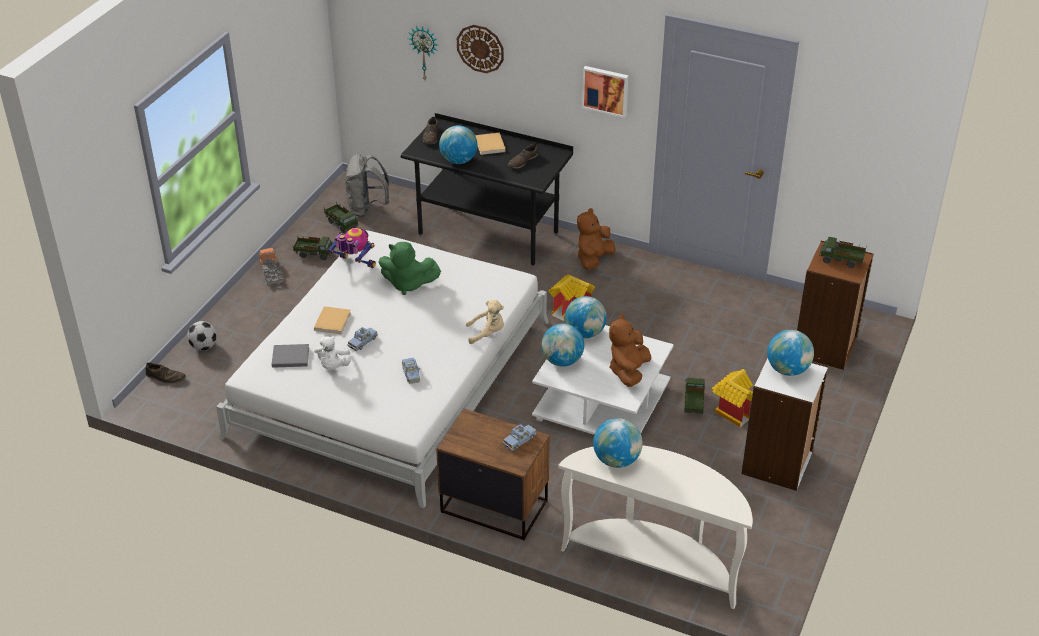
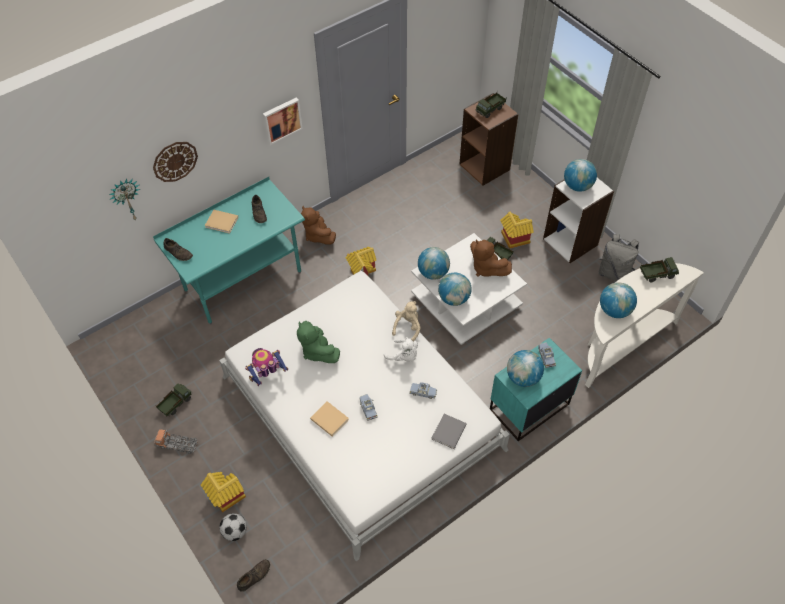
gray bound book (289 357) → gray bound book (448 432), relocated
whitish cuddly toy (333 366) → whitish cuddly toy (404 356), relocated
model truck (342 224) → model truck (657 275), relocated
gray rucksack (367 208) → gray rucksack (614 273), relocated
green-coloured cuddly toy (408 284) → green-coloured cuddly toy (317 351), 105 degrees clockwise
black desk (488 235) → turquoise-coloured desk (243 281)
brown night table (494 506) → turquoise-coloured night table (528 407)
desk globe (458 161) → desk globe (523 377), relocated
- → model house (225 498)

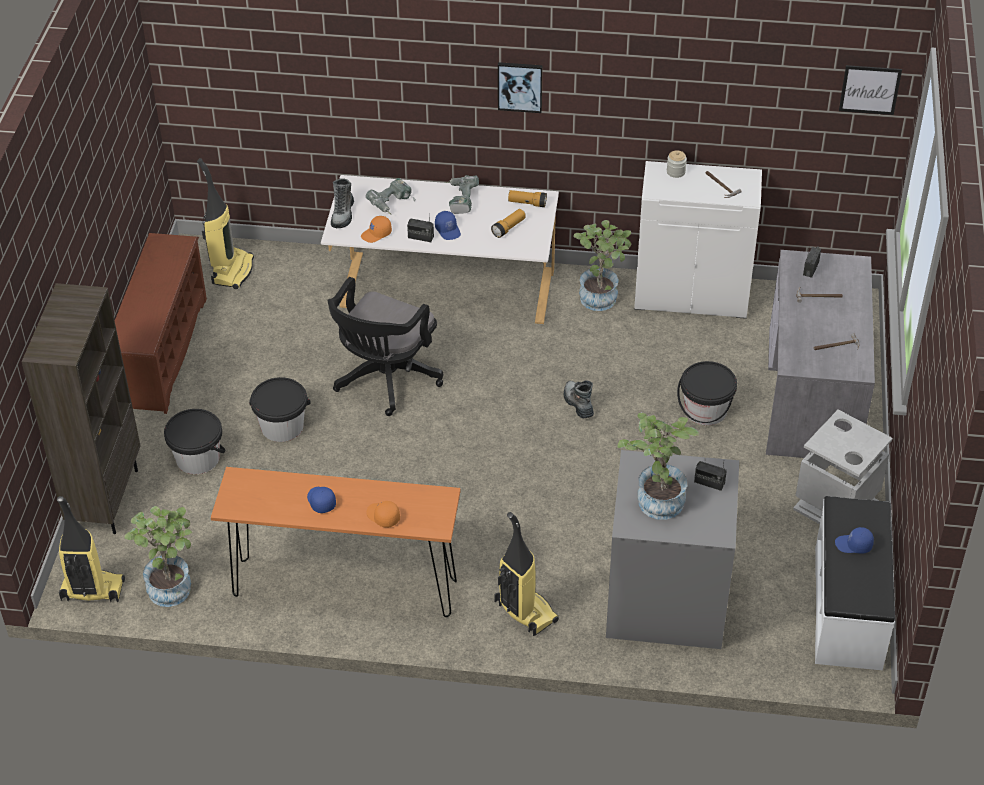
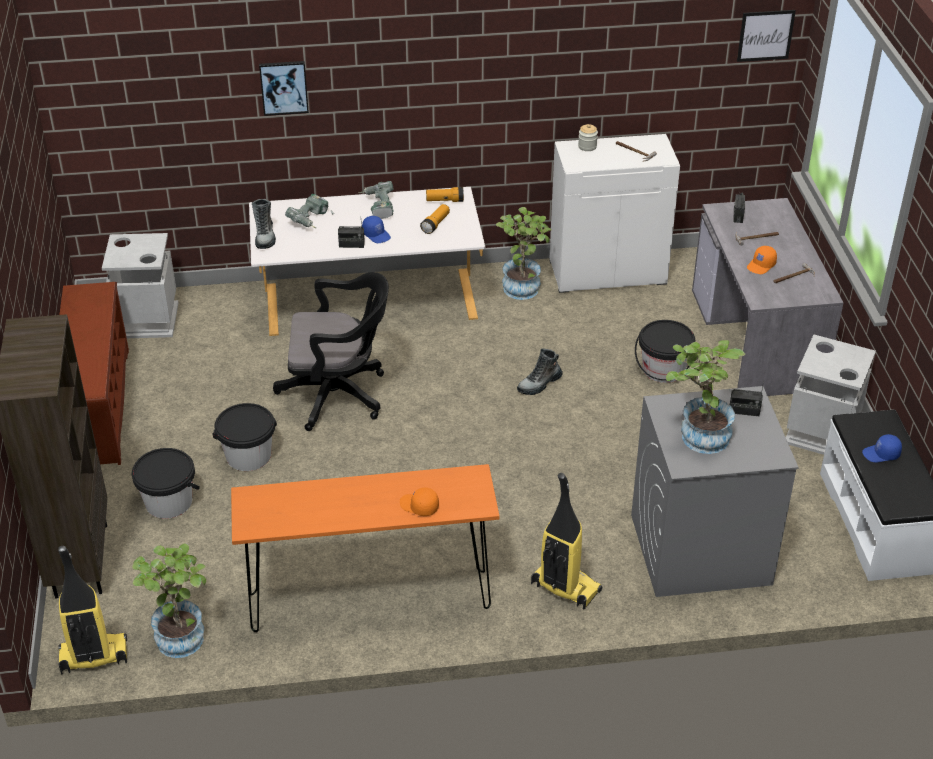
vacuum (232 270) → gray rubbish bin (147 320)
bluish baseball cap (320 501) → -
black desk chair (384 380) → black desk chair (339 395), 105 degrees counterclockwise
orangey baseball cap (376 234) → orangey baseball cap (761 265), relocated
wall art (520 86) → wall art (284 87), relocated
boot (578 404) → boot (539 384), 90 degrees counterclockwise

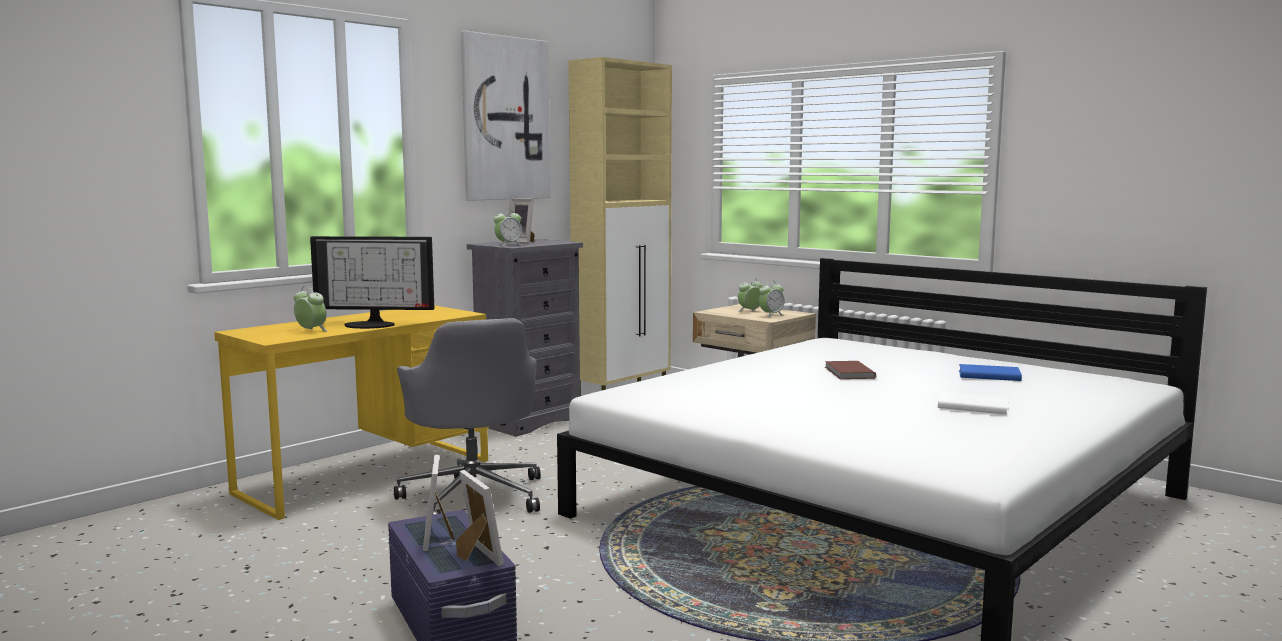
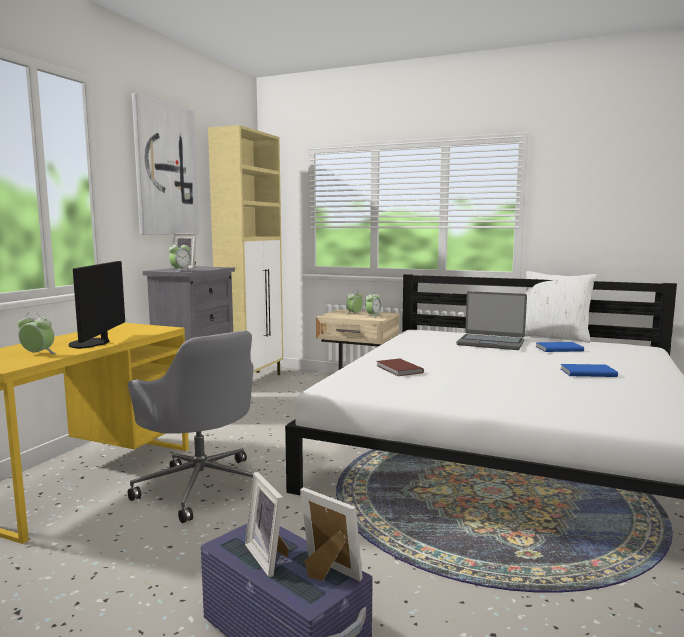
computer display (372 324) → computer display (92 343), 105 degrees clockwise
brown bound book (848 373) → brown bound book (398 369), relocated
whitish bound book (972 406) → bluish bound book (586 372)
- → laptop (491 343)
- → whitish cushion (554 337)

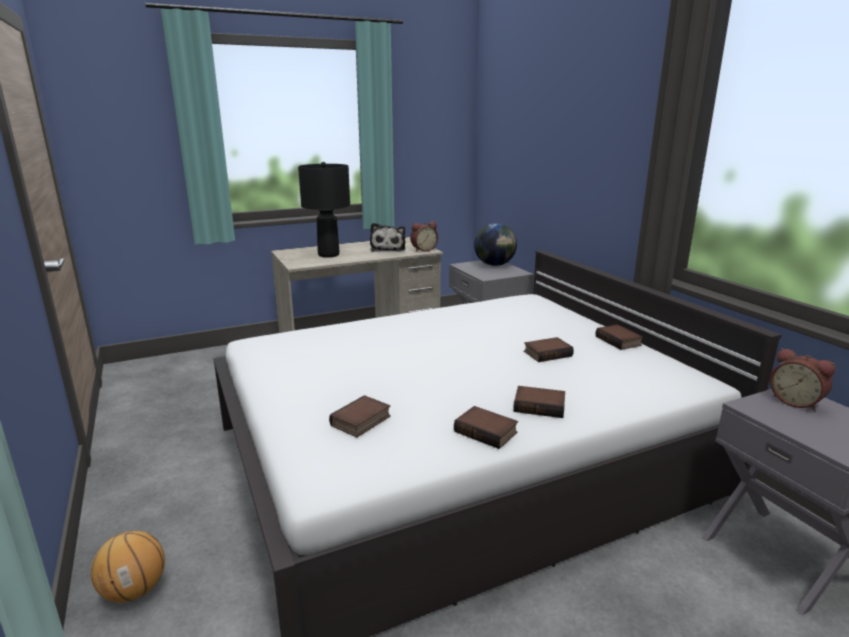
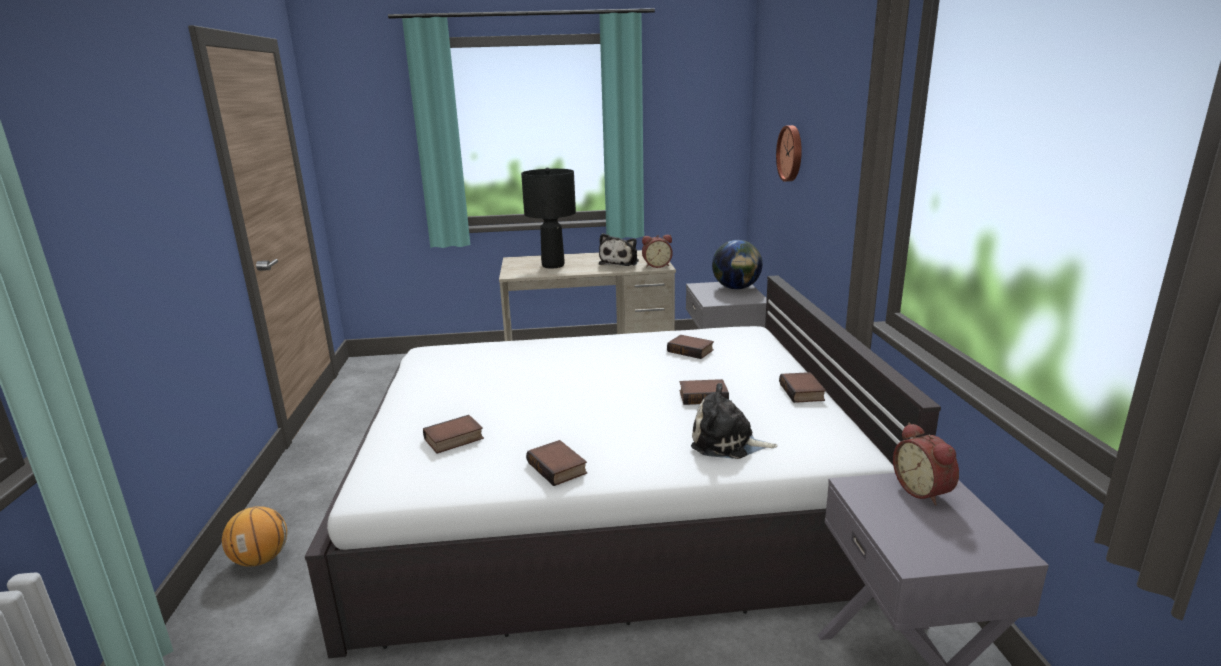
bound book (540 406) → bound book (691 350), relocated
- → cuddly toy (727 443)
- → clock on the wall (791 153)

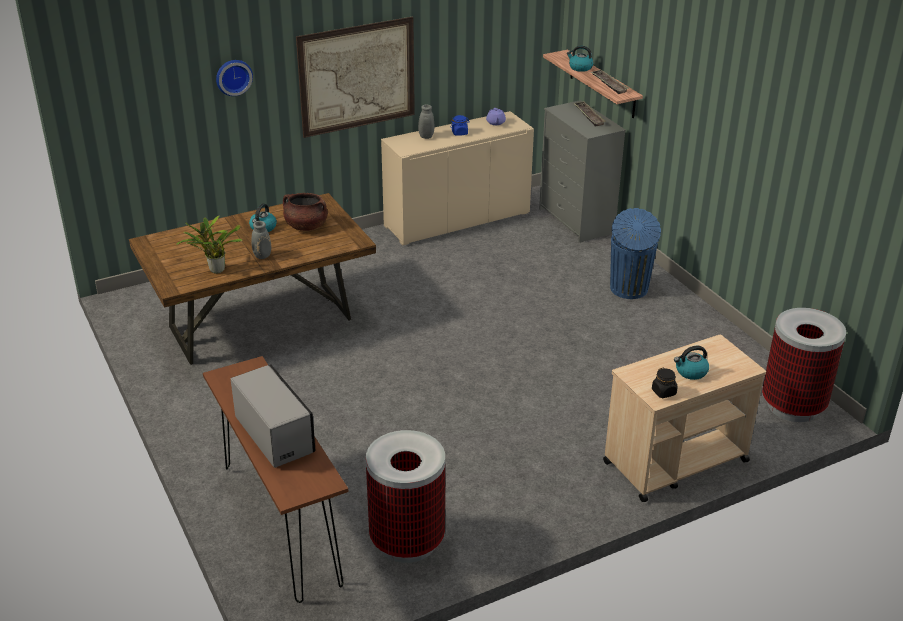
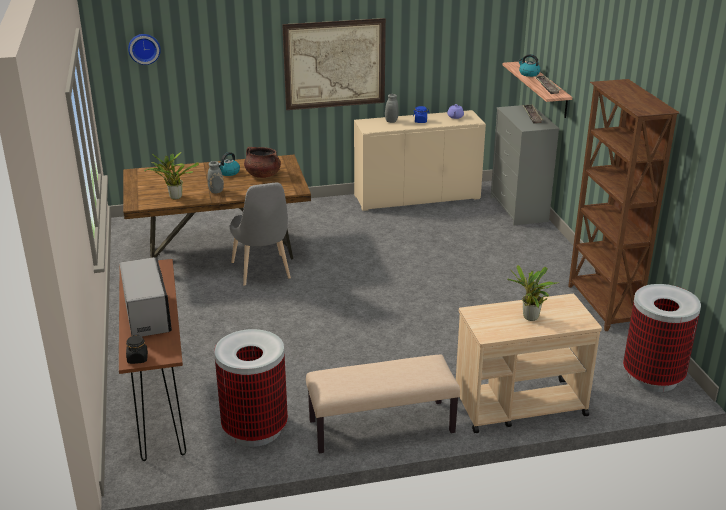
clock on the wall (233 76) → clock on the wall (144 48), relocated
bluish rubbish bin (629 289) → -
black preserve jar (664 392) → black preserve jar (137 359), relocated
water kettle (690 372) → houseplant (530 319)
- → gray upright chair (262 272)
- → beige-coloured bench (381 427)
- → brown bookcase (602 306)

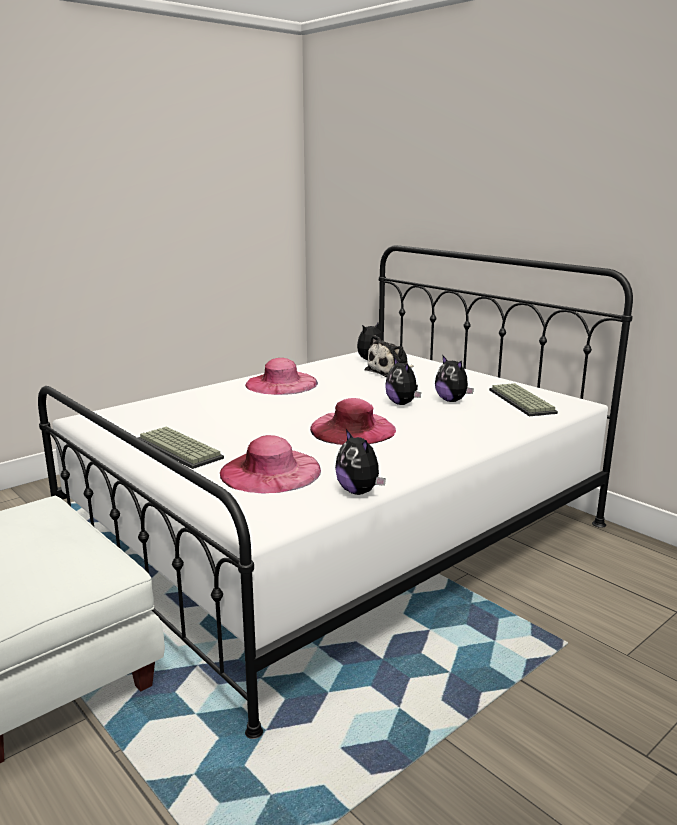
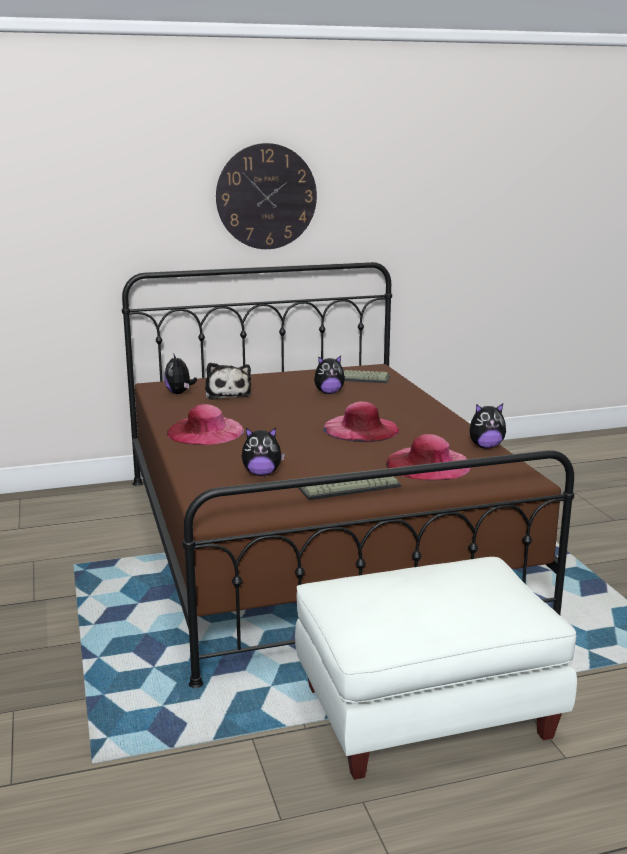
whitish bedroom bed (338 534) → brown bedroom bed (313 542)
cuddly toy (402 403) → cuddly toy (262 473), relocated
- → clock on the wall (266 197)

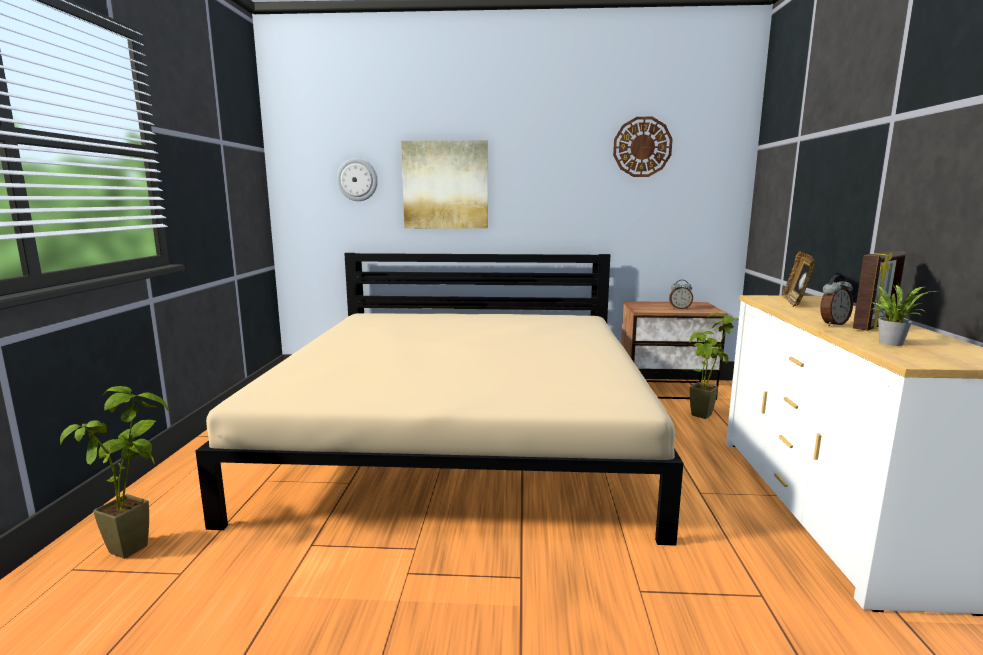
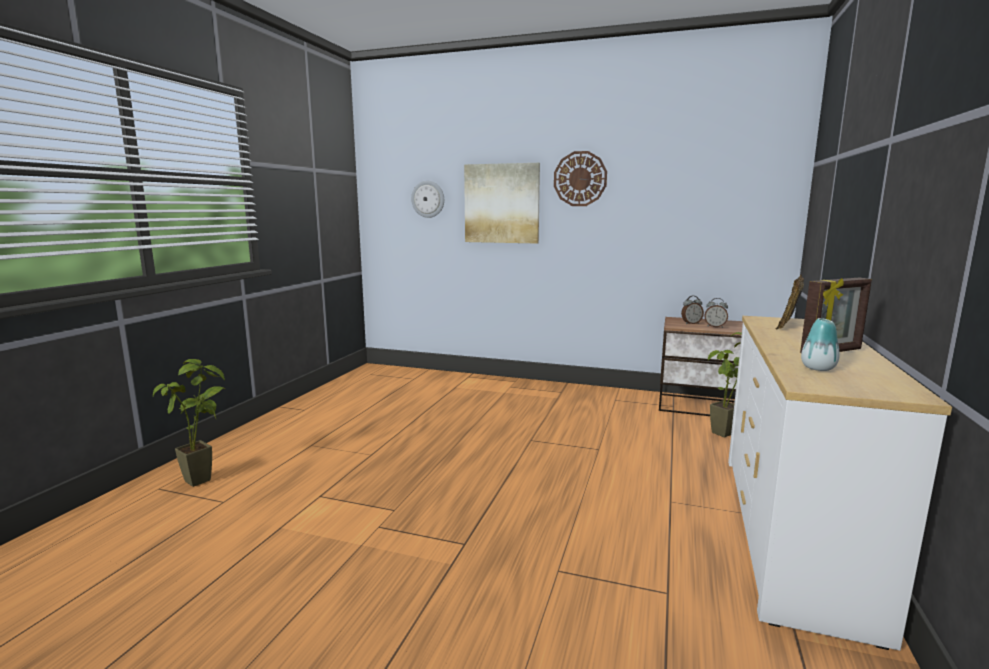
beige-coloured bedroom bed (463 433) → -
clock on the wall (642 147) → clock on the wall (580 179), relocated
alarm clock (832 324) → alarm clock (691 323), relocated
houseplant (891 342) → vase (818 368)

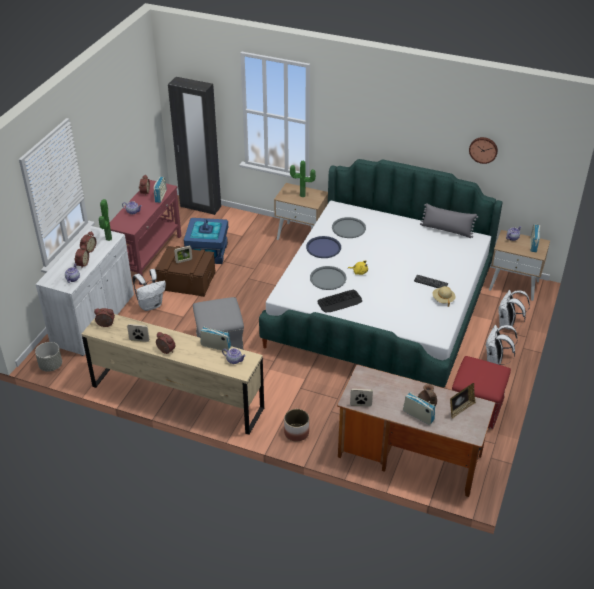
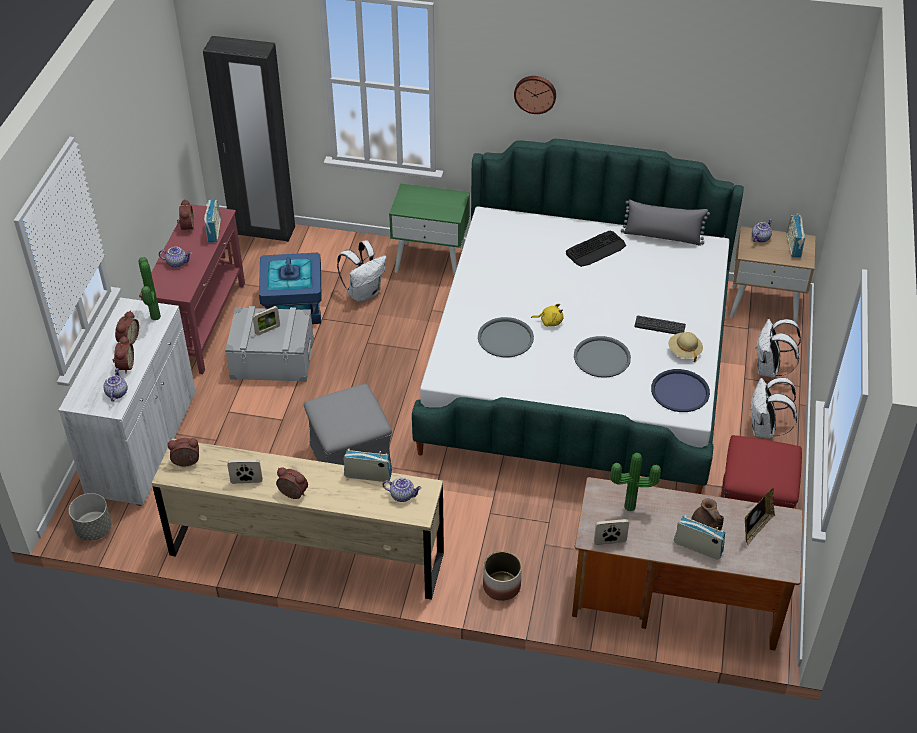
whitish rucksack (151 305) → whitish rucksack (364 293), relocated
brown storage container (186 280) → gray storage container (272 358)
beige-coloured night table (301 235) → green-coloured night table (431 261)
houseplant (302 196) → houseplant (630 508), relocated
bluish serving tray (323 248) → bluish serving tray (680 391), relocated
PC keyboard (340 301) → PC keyboard (596 249), relocated
gray serving tray (348 228) → gray serving tray (601 357), relocated
clock on the wall (483 149) → clock on the wall (535 93), relocated

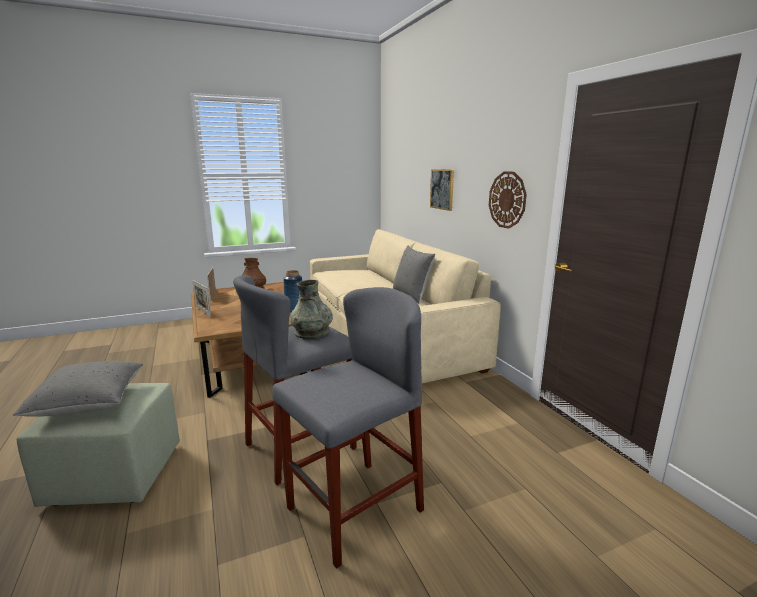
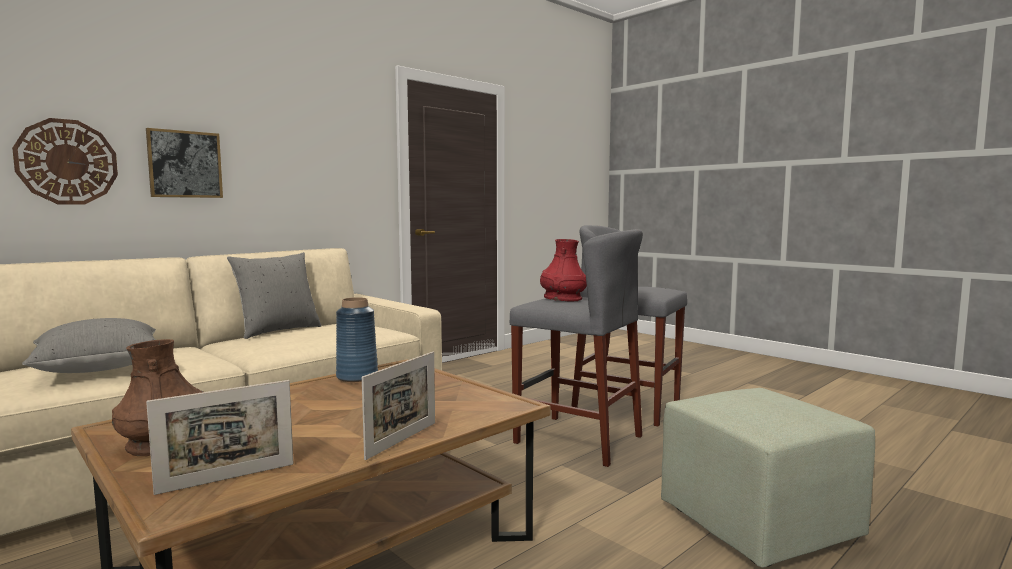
gray cushion (89 403) → gray cushion (99 368), relocated
gray vase (312 332) → red-coloured vase (563 298)
clock on the wall (507 200) → clock on the wall (67 162), relocated

